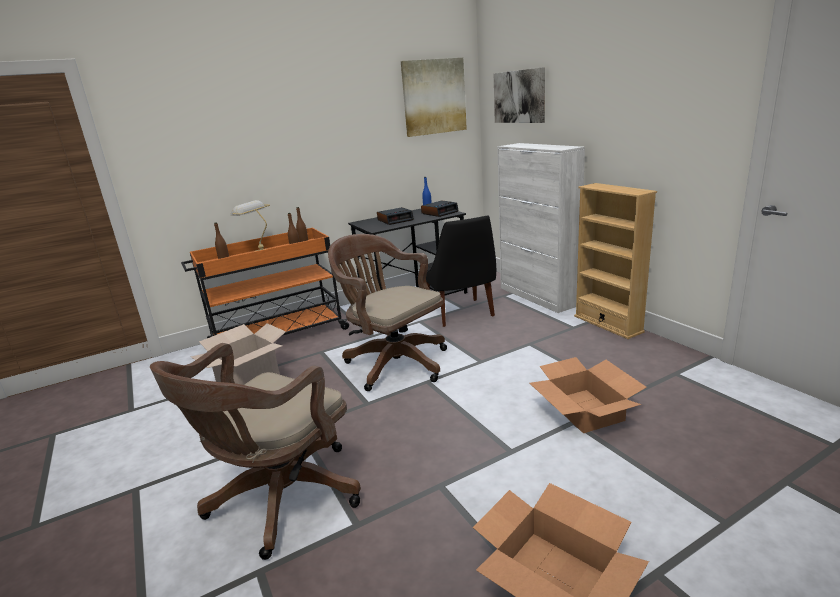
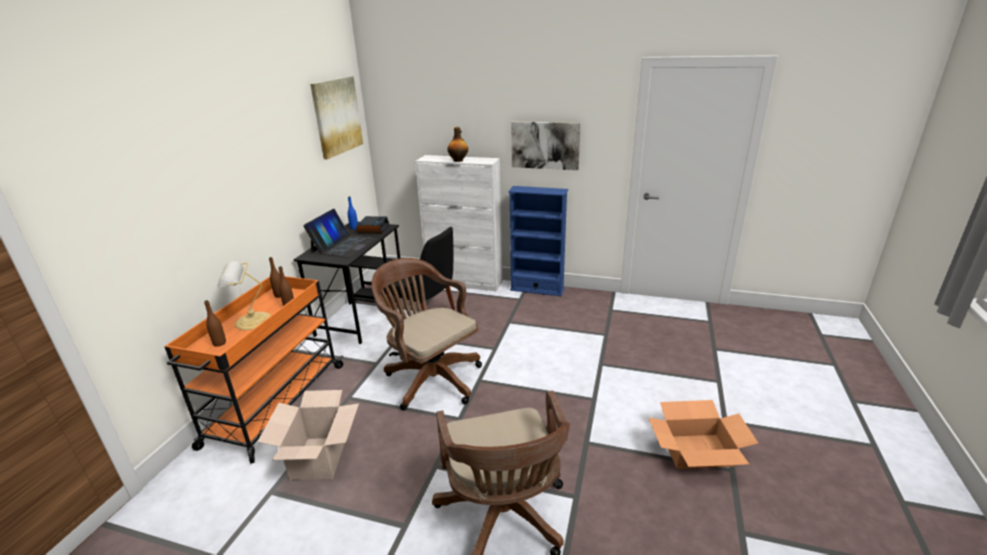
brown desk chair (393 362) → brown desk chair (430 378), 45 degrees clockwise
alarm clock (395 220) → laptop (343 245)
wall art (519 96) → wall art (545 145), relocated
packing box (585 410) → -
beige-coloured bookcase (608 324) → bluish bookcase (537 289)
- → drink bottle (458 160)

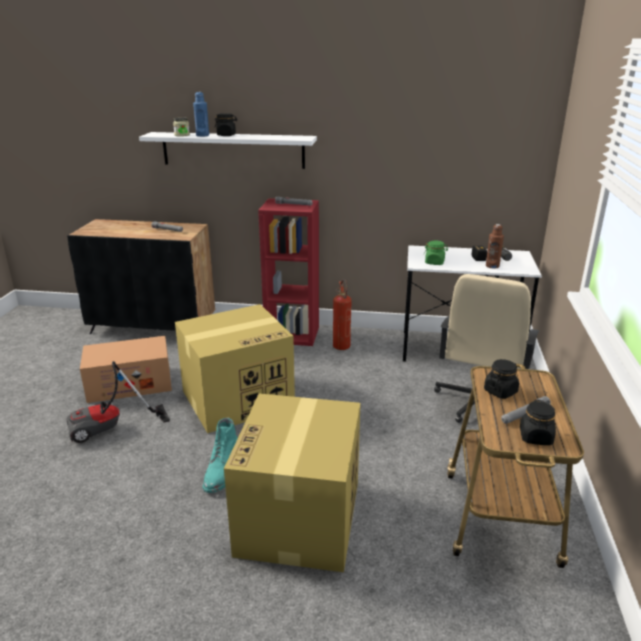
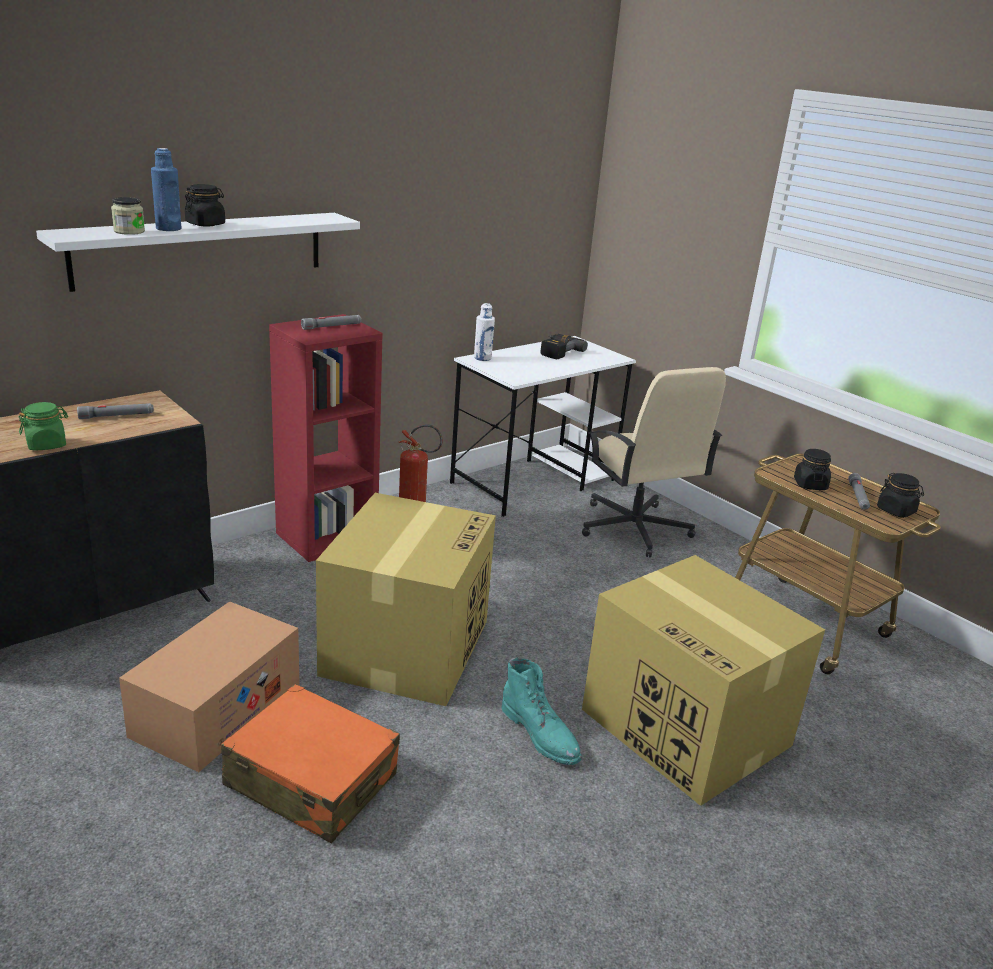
vacuum (110 429) → orangey piece of luggage (311 780)
green-coloured preserve jar (434 262) → green-coloured preserve jar (46 444), relocated
brown drink bottle (492 266) → -
- → whitish drink bottle (482 358)

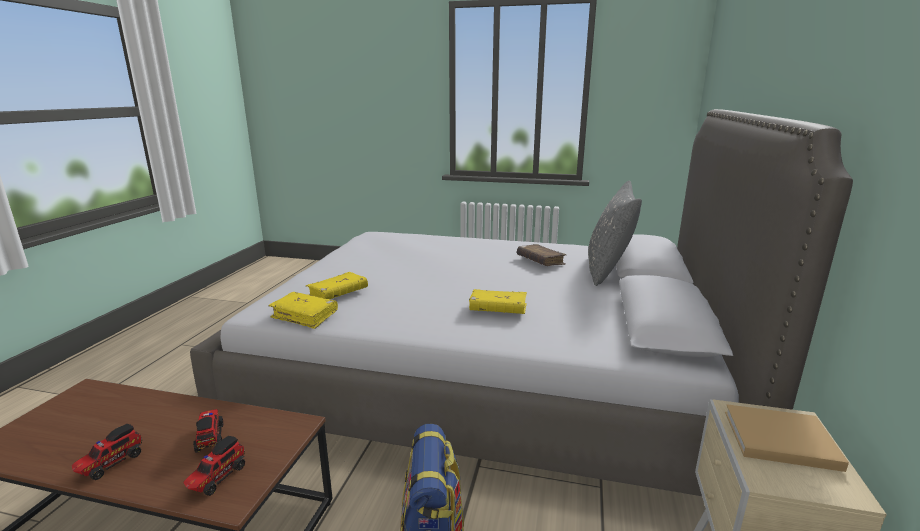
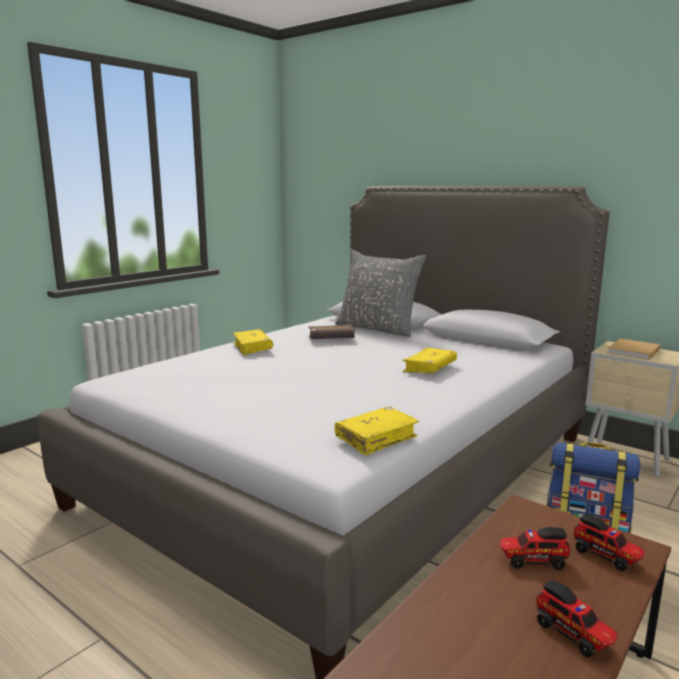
yellow-coloured bound book (338 294) → yellow-coloured bound book (252 348), relocated

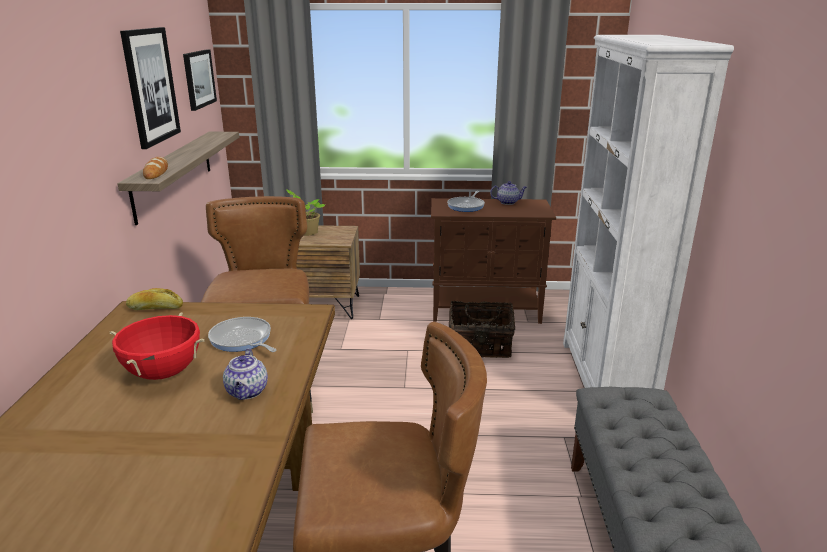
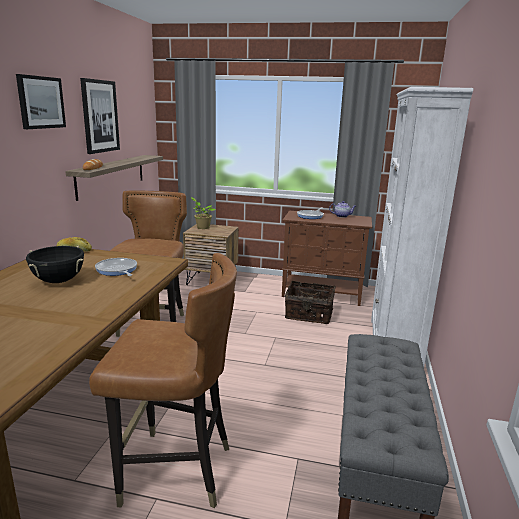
red-coloured saucepot (164 373) → black saucepot (59 281)
wall art (198 79) → wall art (41 102), relocated
pot for tea (247 392) → -

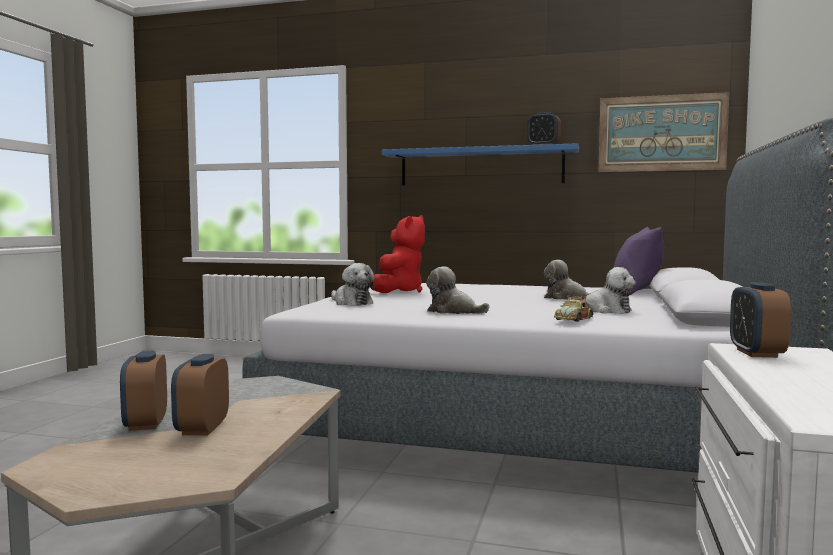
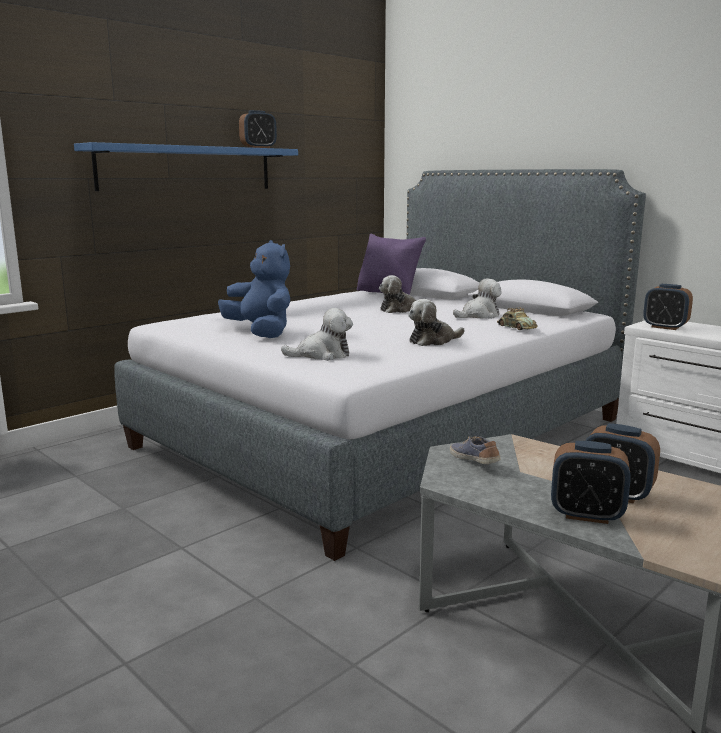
red-coloured cuddly toy (398 291) → bluish cuddly toy (261 333)
wall art (661 133) → -
- → item of footwear (474 461)

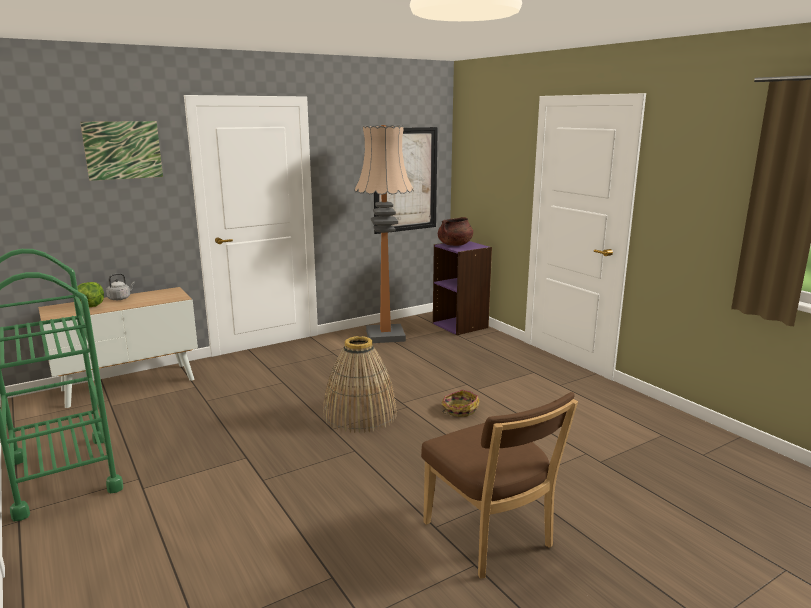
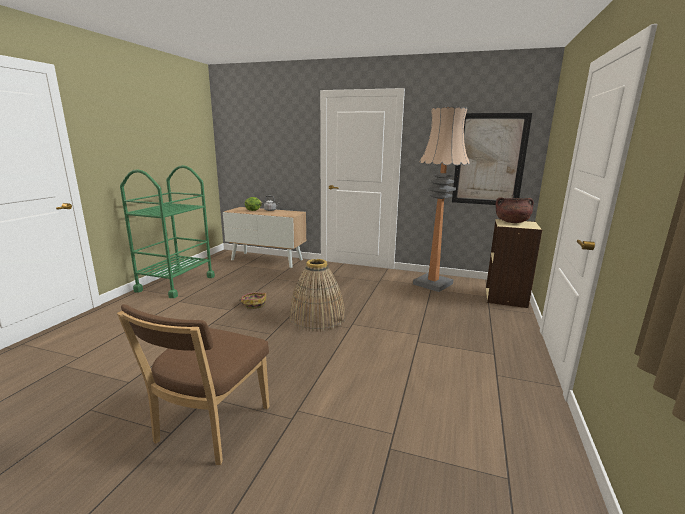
wall art (123 150) → -
purple bookcase (460 325) → beige-coloured bookcase (506 298)
basket (459 410) → basket (254 304), relocated

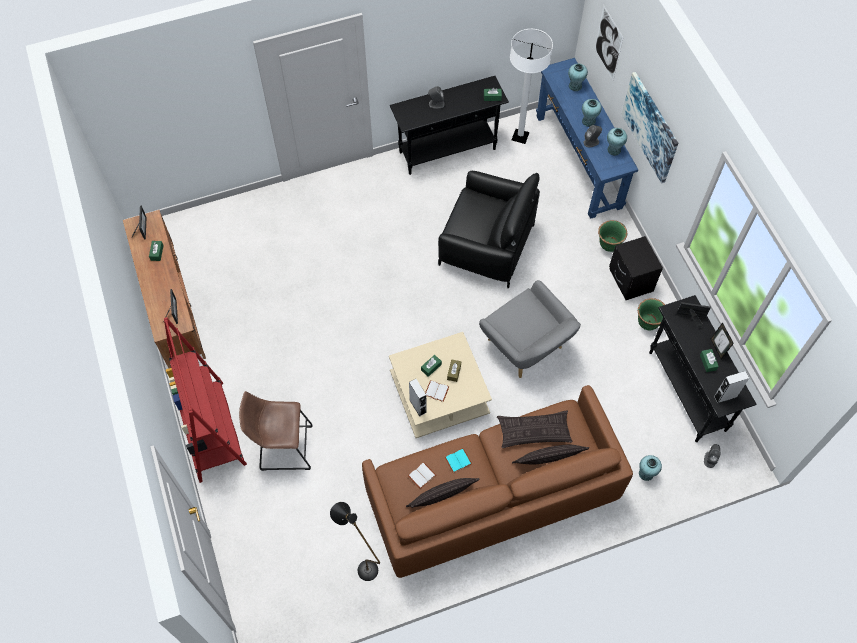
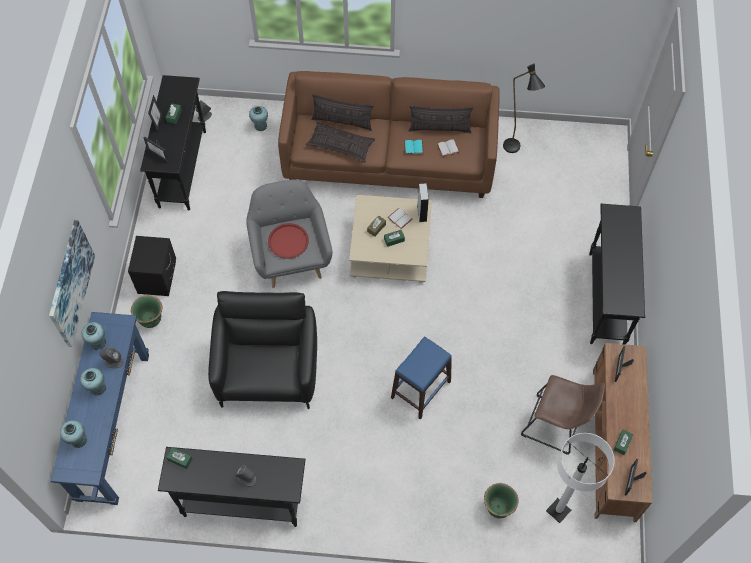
red-coloured bookcase (211 431) → black narrow table (606 299)
brown stool seat (282 447) → brown stool seat (556 426), relocated
black lounge chair (486 245) → black lounge chair (268 370), 45 degrees clockwise
whitish standard lamp (520 137) → whitish standard lamp (558 510), relocated
wall art (608 43) → -
green-coloured flower pot (648 322) → green-coloured flower pot (498 507), relocated
gray speaker (725 396) → -
- → red-coloured serving tray (288 241)
- → bluish stool seat (420 389)

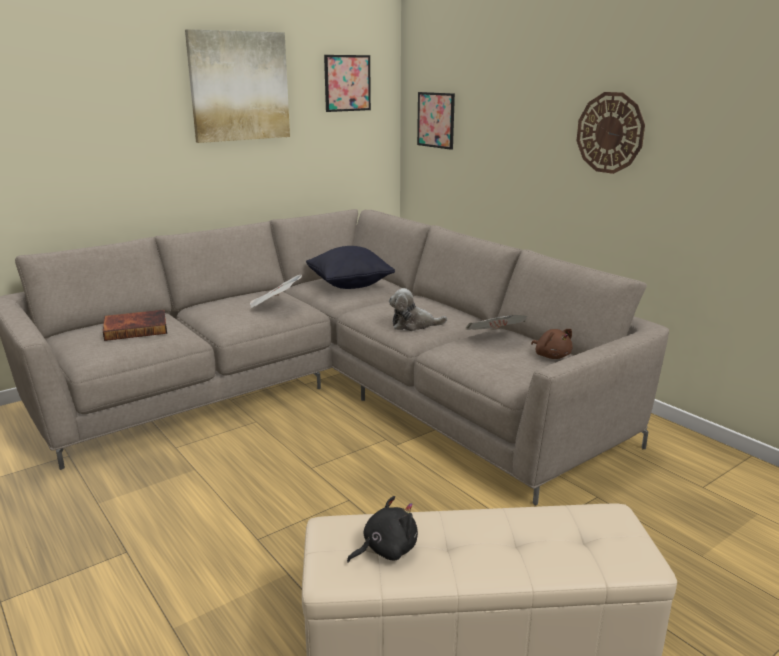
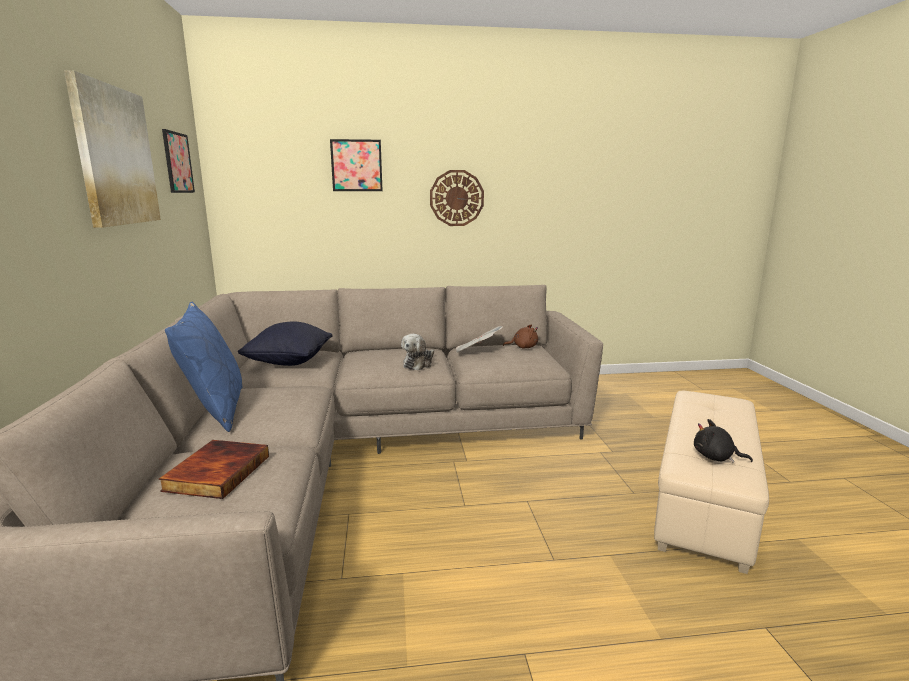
printed paper (274 306) → -
black cuddly toy (386 550) → black cuddly toy (716 457), 60 degrees counterclockwise
wall art (436 120) → wall art (356 165), relocated
- → bluish cushion (215 410)

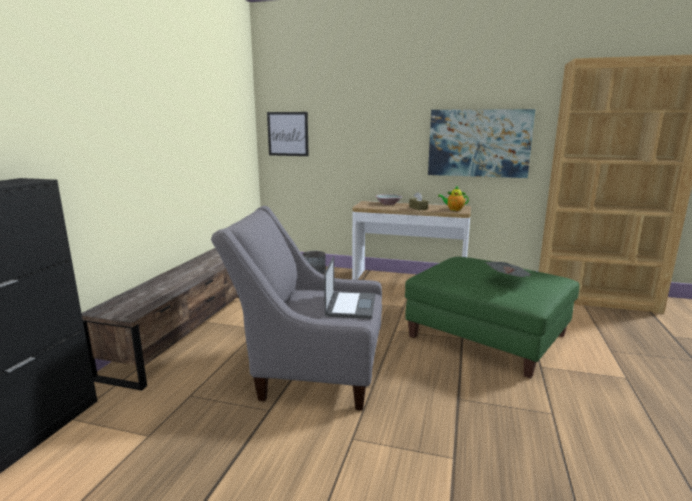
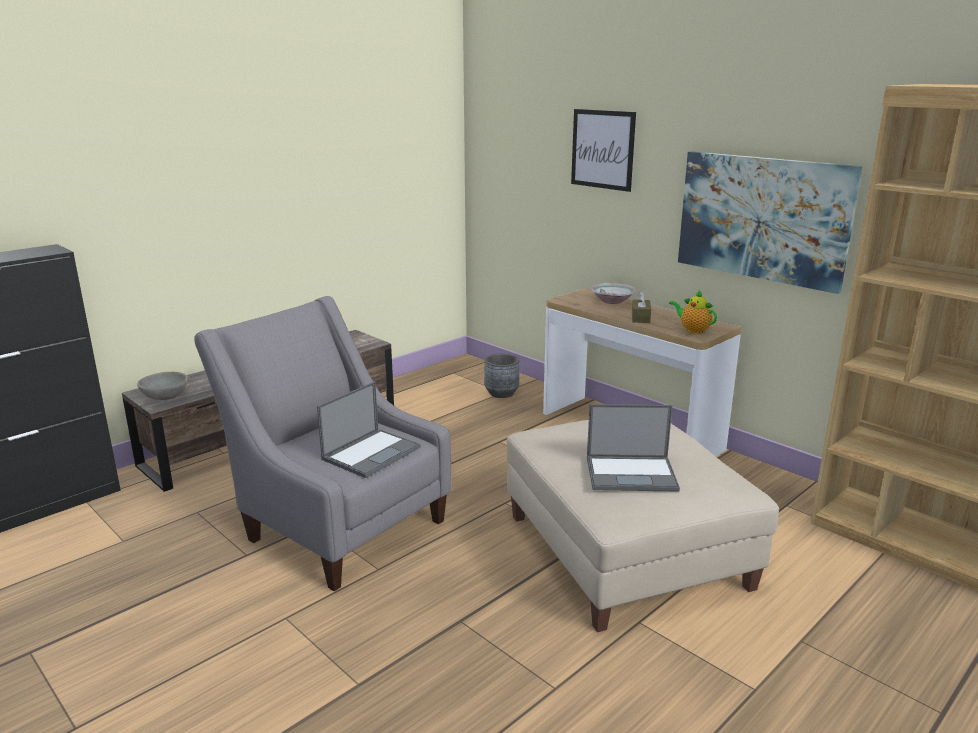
wall art (288 134) → wall art (602 149), relocated
green-coloured pouffe (487 335) → beige-coloured pouffe (626 550)
printed paper (507 281) → laptop (632 473)
- → gray serving bowl (165 397)

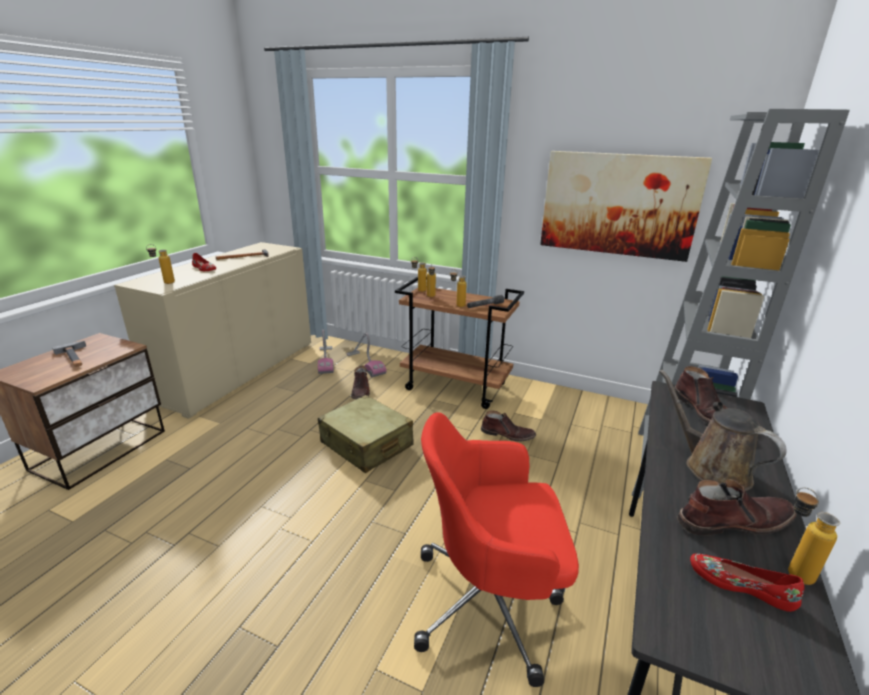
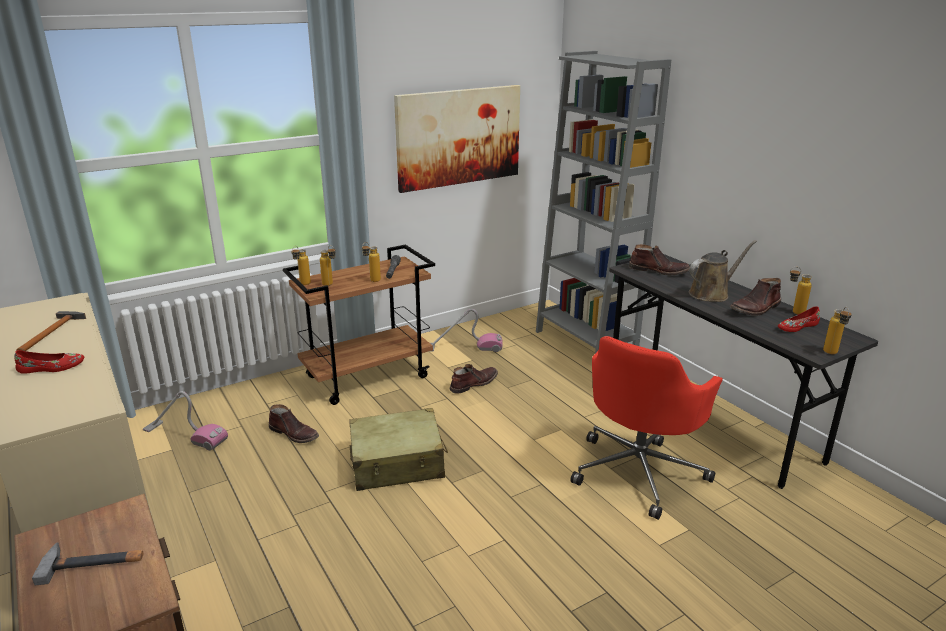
drink bottle (164 283) → drink bottle (832 354), relocated
vacuum (365 364) → vacuum (464 348), relocated
brown sprinkling can (711 467) → brown sprinkling can (711 293), 150 degrees clockwise
brown boot (732 521) → brown boot (755 309), 150 degrees counterclockwise

